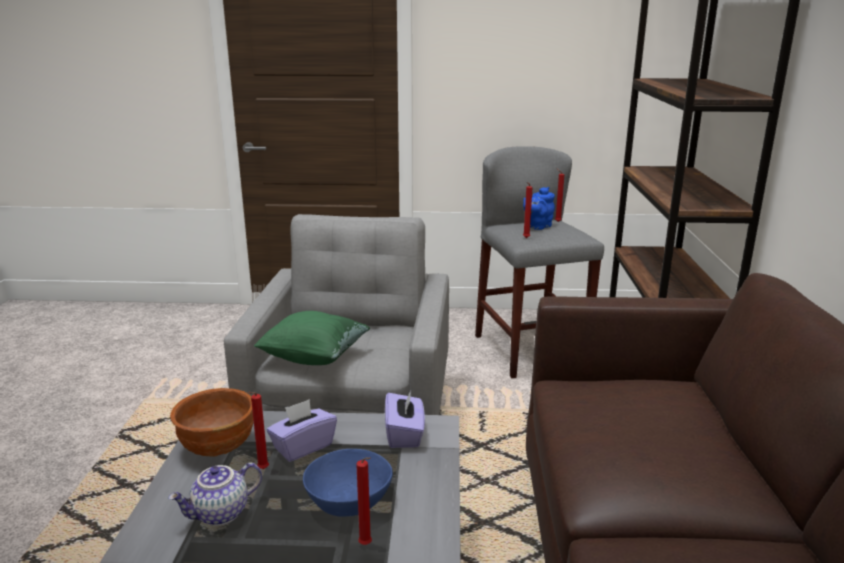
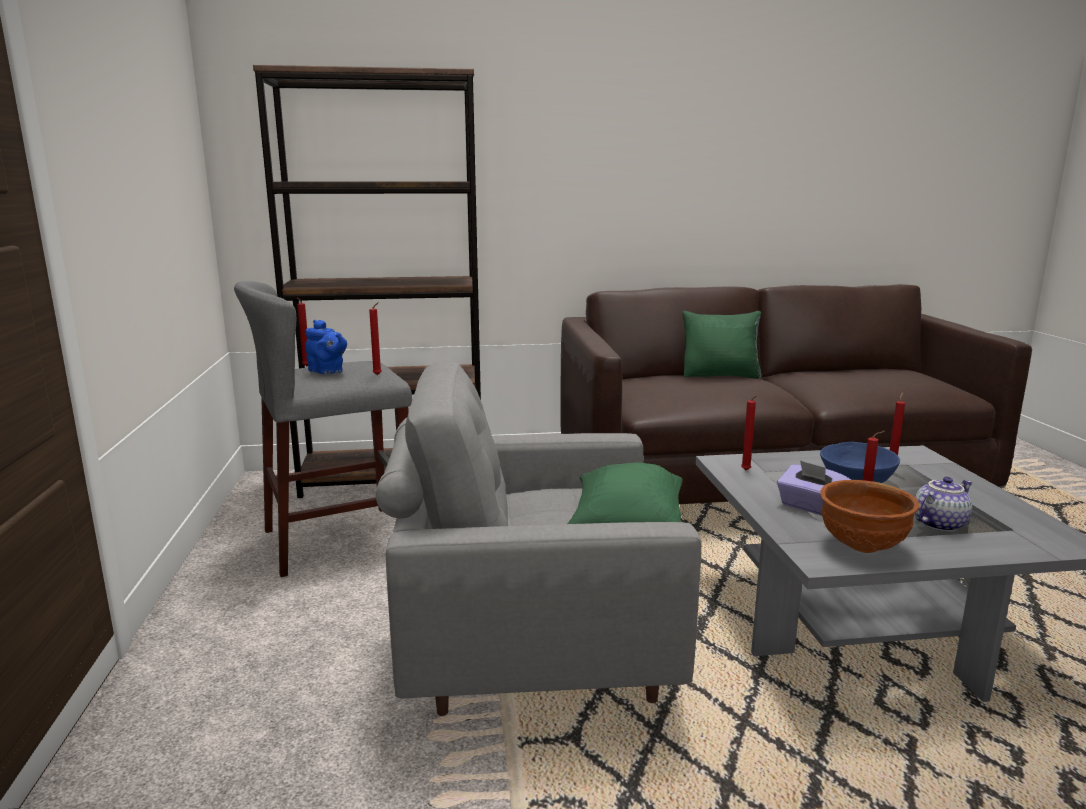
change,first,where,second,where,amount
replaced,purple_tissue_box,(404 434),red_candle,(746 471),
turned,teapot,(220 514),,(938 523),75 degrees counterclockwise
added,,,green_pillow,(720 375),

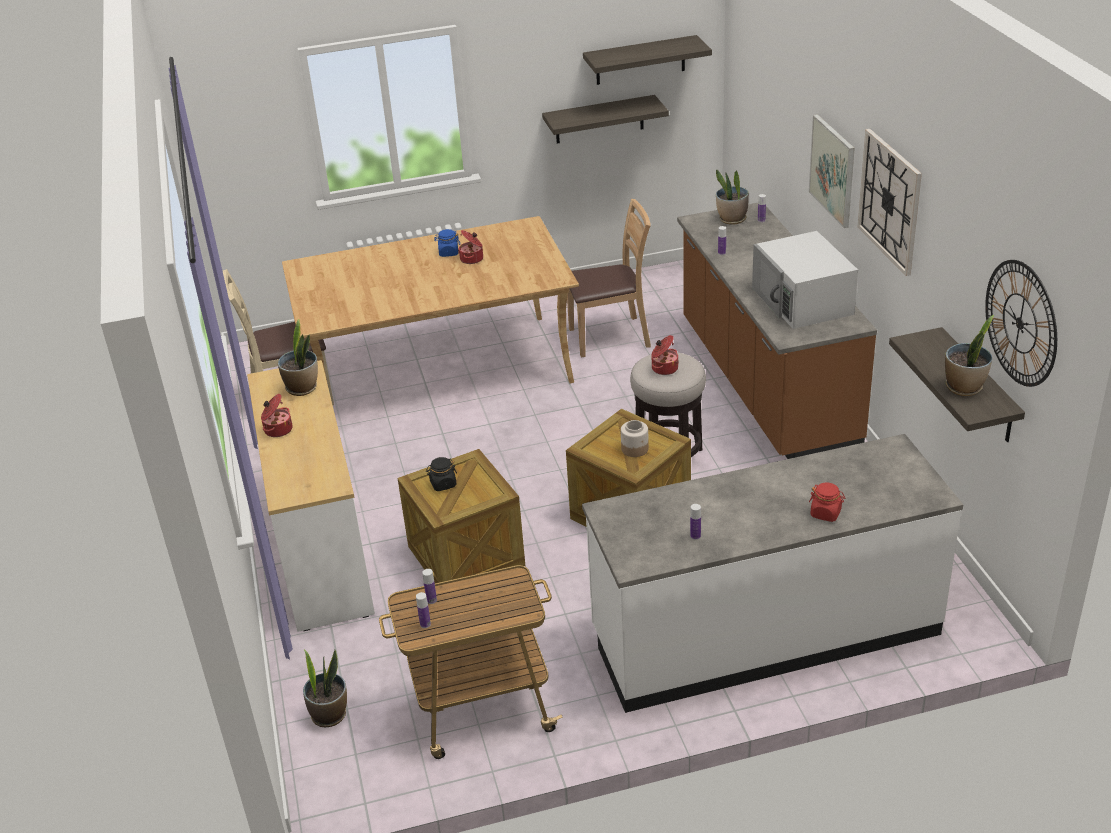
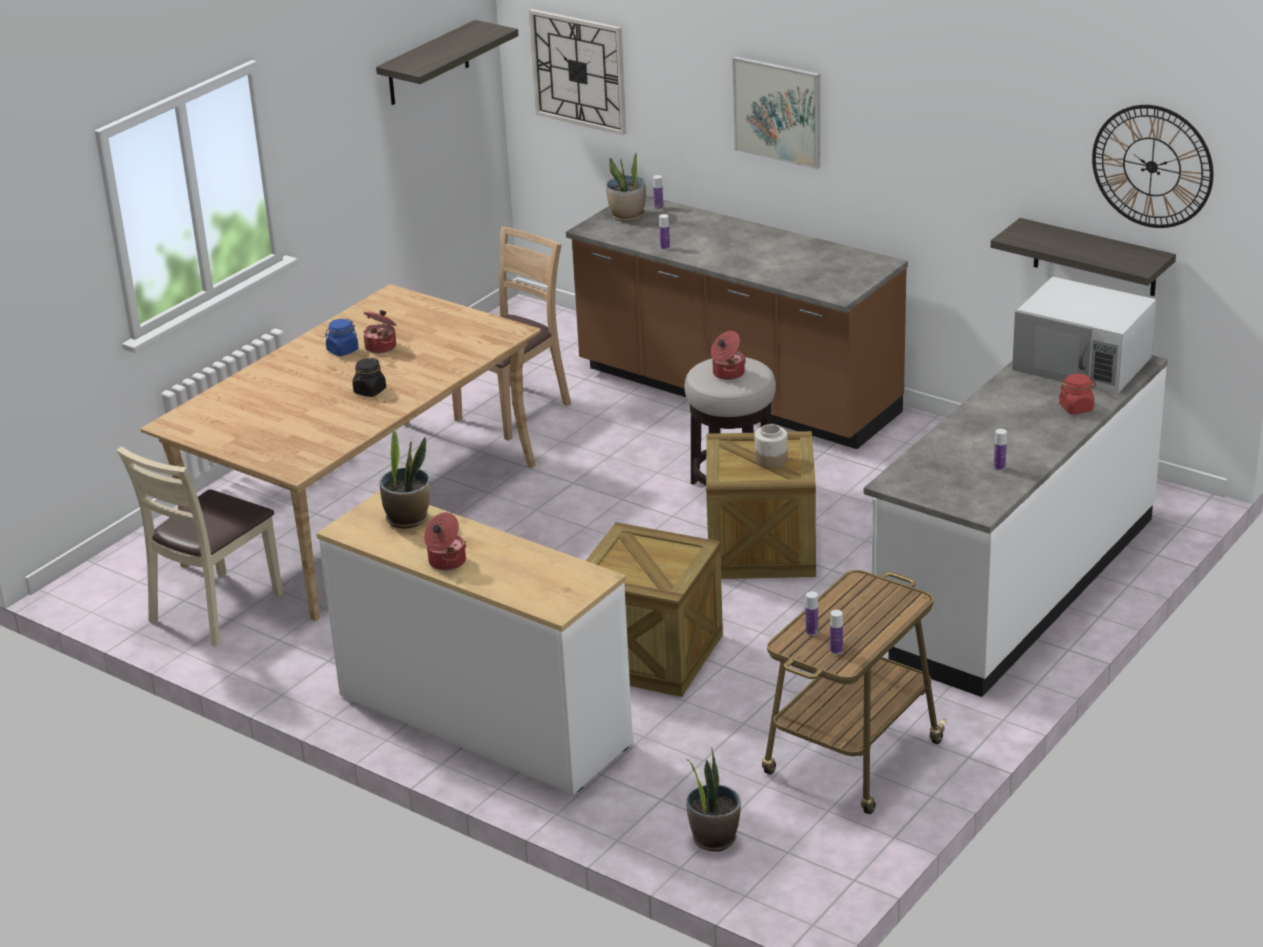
change,first,where,second,where,amount
removed,shelf,(599 119),,,
moved,wall_clock,(890 201),,(579 71),
moved,white_microwave,(803 301),,(1083 363),
removed,potted_plant,(964 387),,,
moved,black_jar,(443 484),,(369 391),

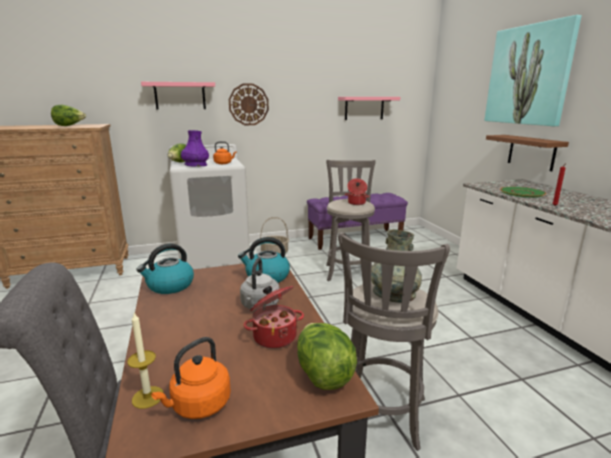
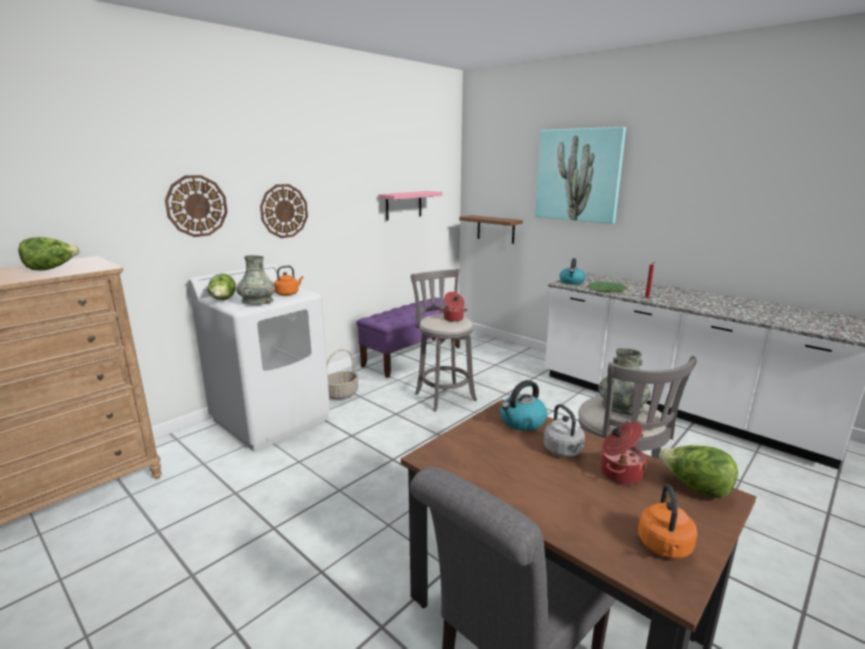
change,first,where,second,where,amount
replaced,pink_shelf,(180 96),wall_clock,(197 206),
recoloured,purple_vase,(196 165),grey_vase,(257 302),
moved,brown_shelf,(531 152),,(495 229),
moved,kettle,(170 286),,(571 282),
removed,candle,(147 397),,,

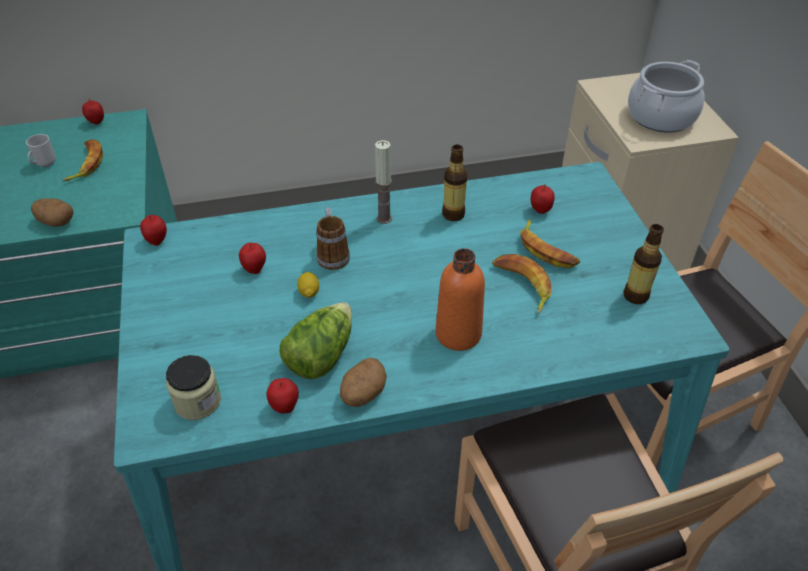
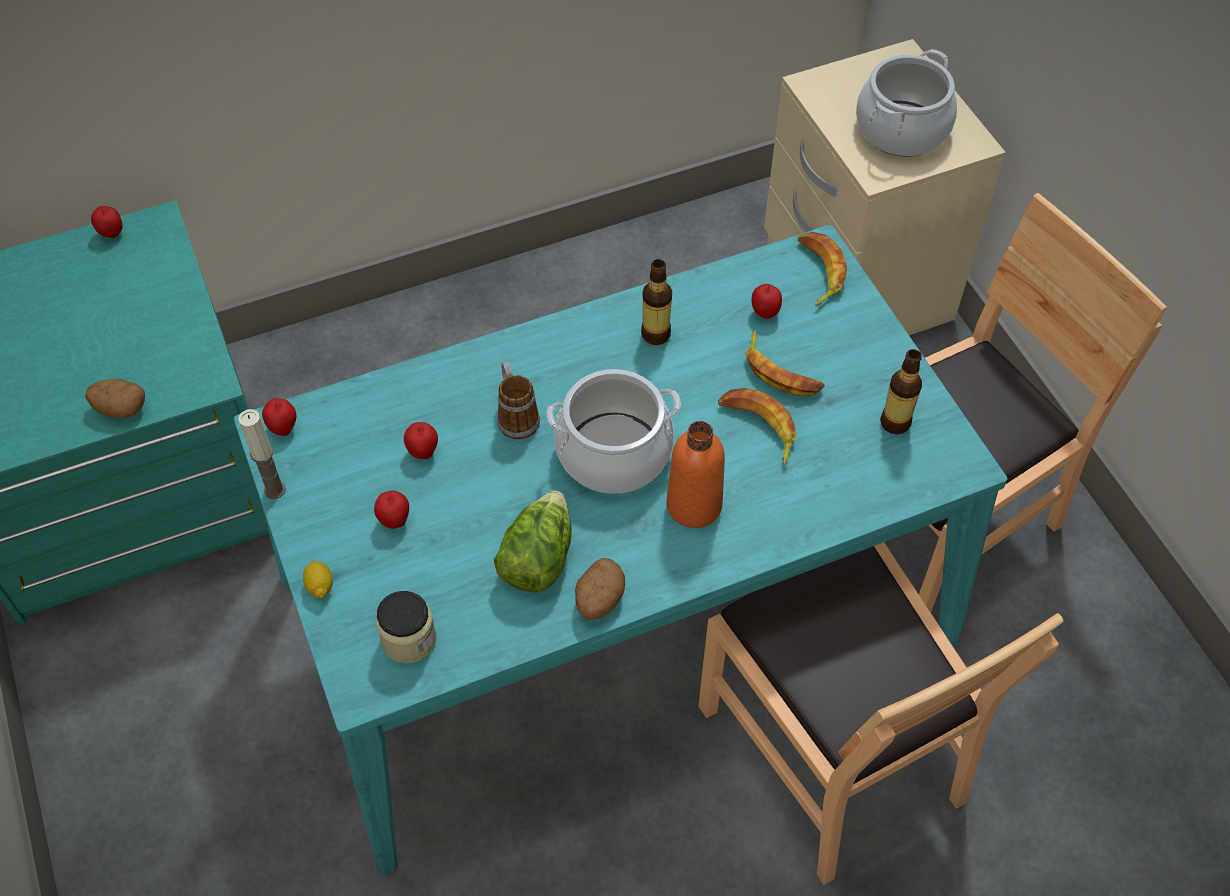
change,first,where,second,where,amount
removed,mug,(45 164),,,
moved,banana,(86 164),,(818 272),
moved,candle,(384 218),,(275 490),
moved,lemon,(309 292),,(320 586),
moved,apple,(285 407),,(394 520),
added,,,cooking_pot,(614 453),

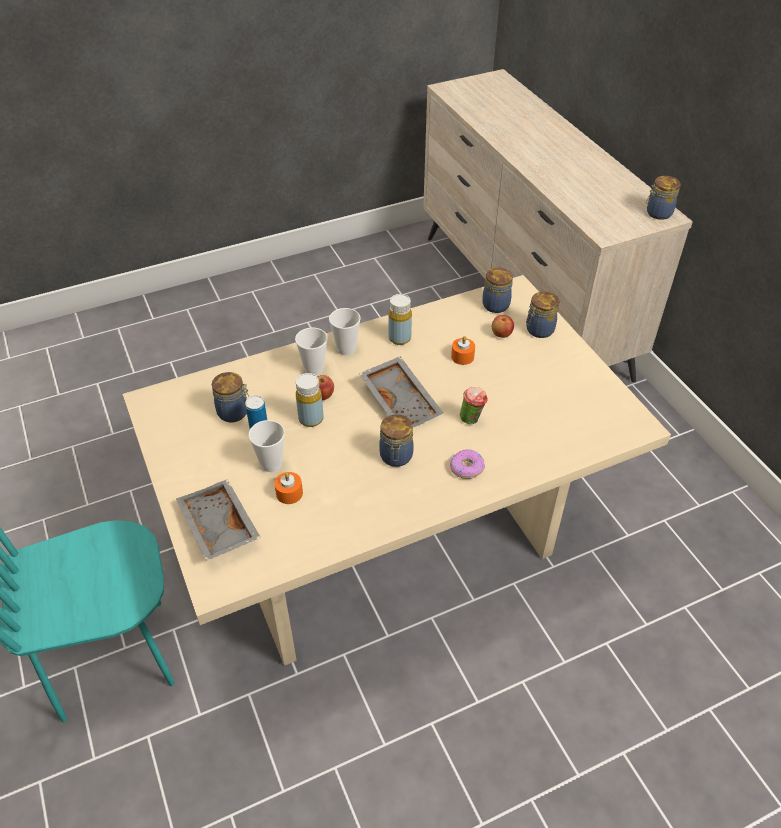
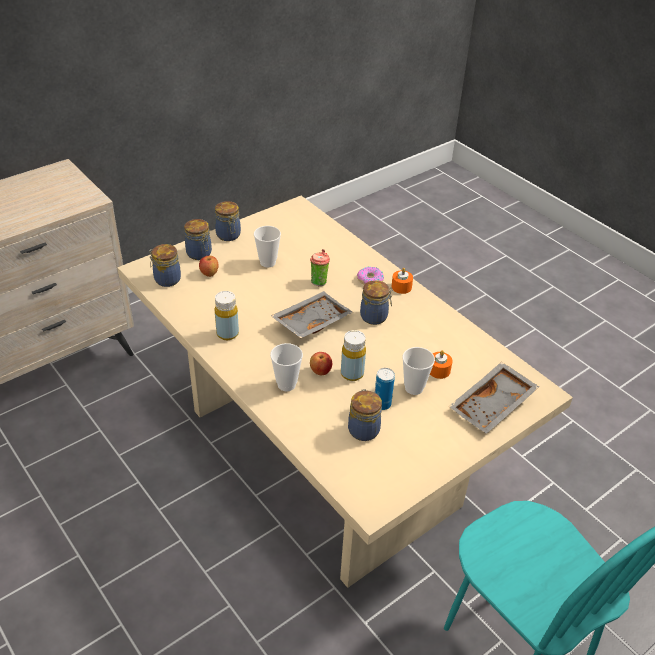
change,first,where,second,where,amount
moved,jar,(657 213),,(228 236),
moved,cup,(346 349),,(268 262),
moved,orange_candle,(462 357),,(401 287),

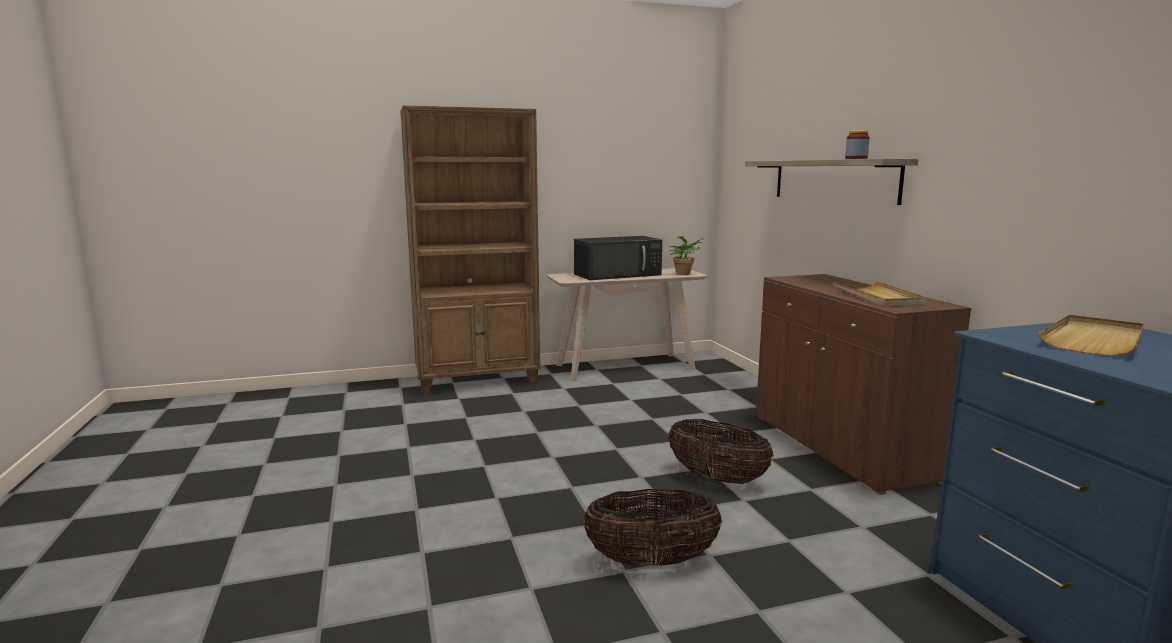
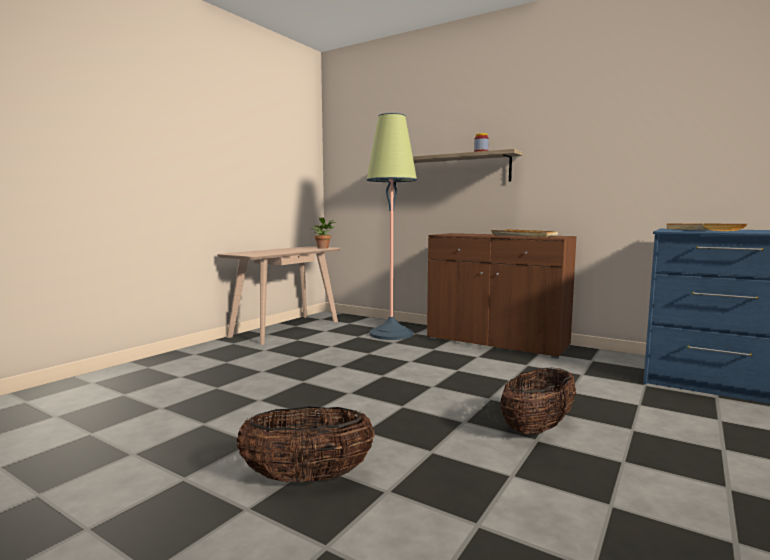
change,first,where,second,where,amount
removed,brown_bookcase,(478 380),,,
removed,black_microwave,(618 274),,,
moved,basket,(717 478),,(307 478),
added,,,floor_lamp,(391 334),

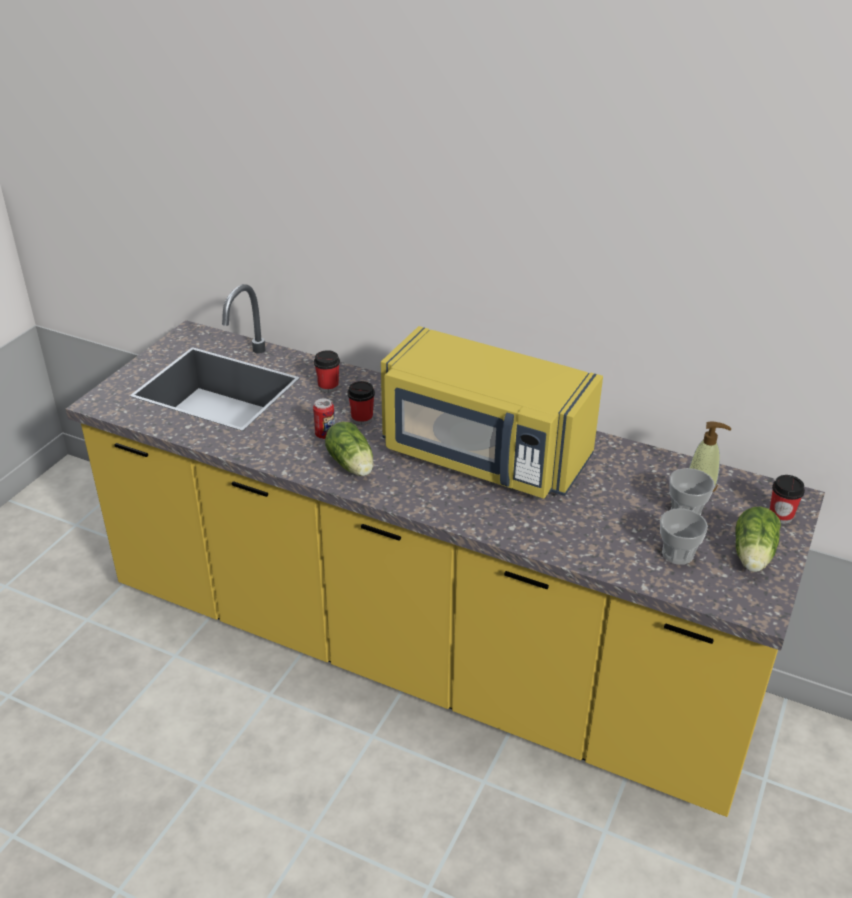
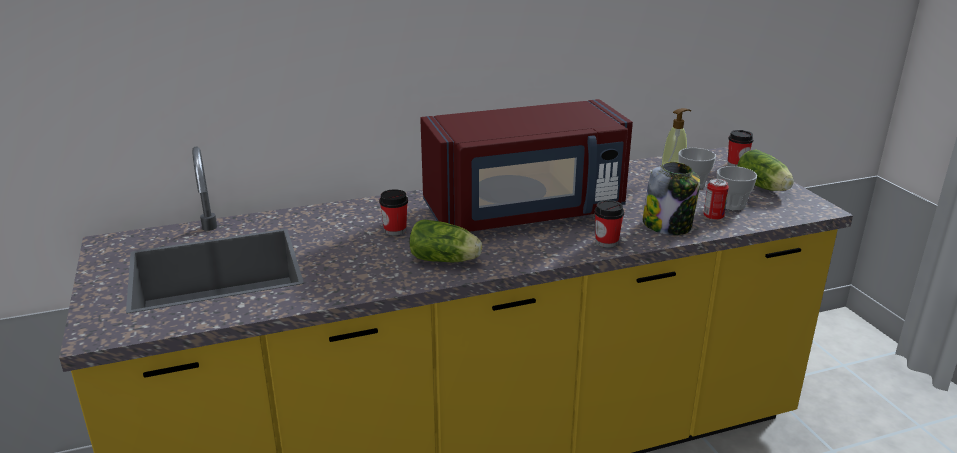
change,first,where,second,where,amount
recoloured,yellow_microwave,(483 456),red_microwave,(526 211),
moved,cup,(328 387),,(606 242),
moved,can,(325 435),,(713 217),
added,,,jar,(668 226),

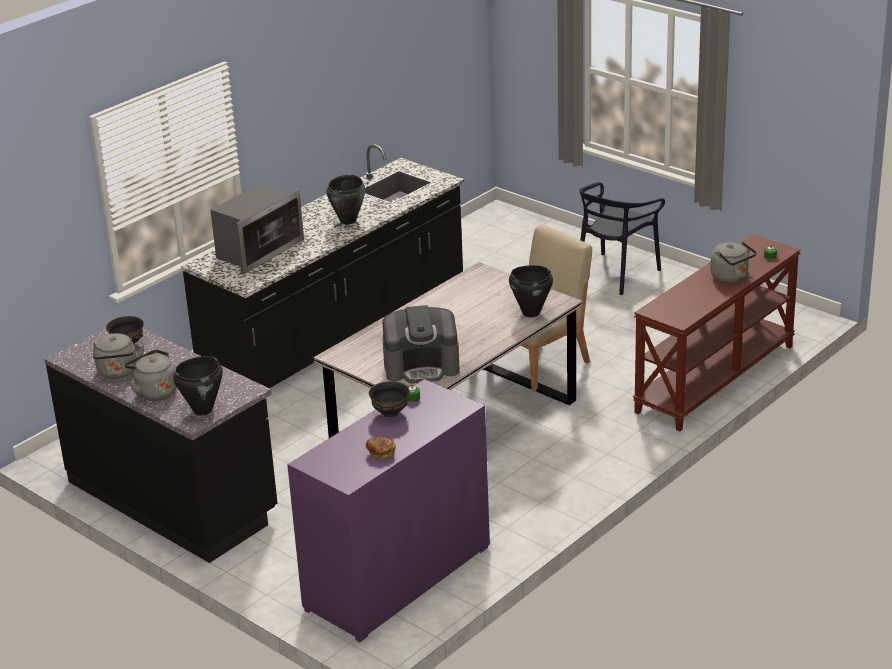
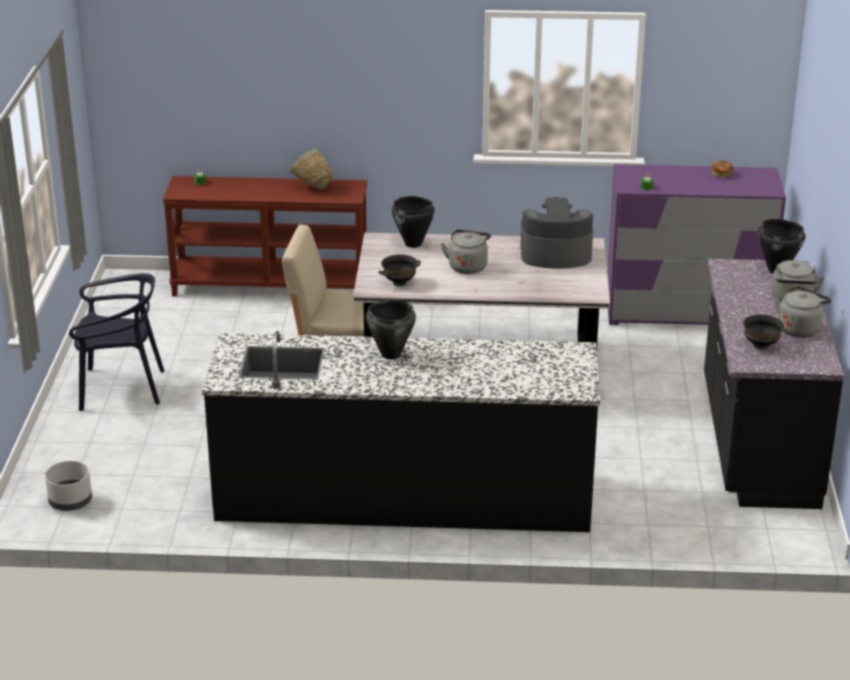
change,first,where,second,where,amount
removed,microwave,(257 250),,,
moved,grey_kettle,(731 277),,(468 266),
turned,coffee_machine,(422 367),,(555 255),45 degrees counterclockwise
moved,black_bowl,(390 413),,(399 282),
added,,,green_bowl,(311 188),
added,,,grey_planter,(70 502),

